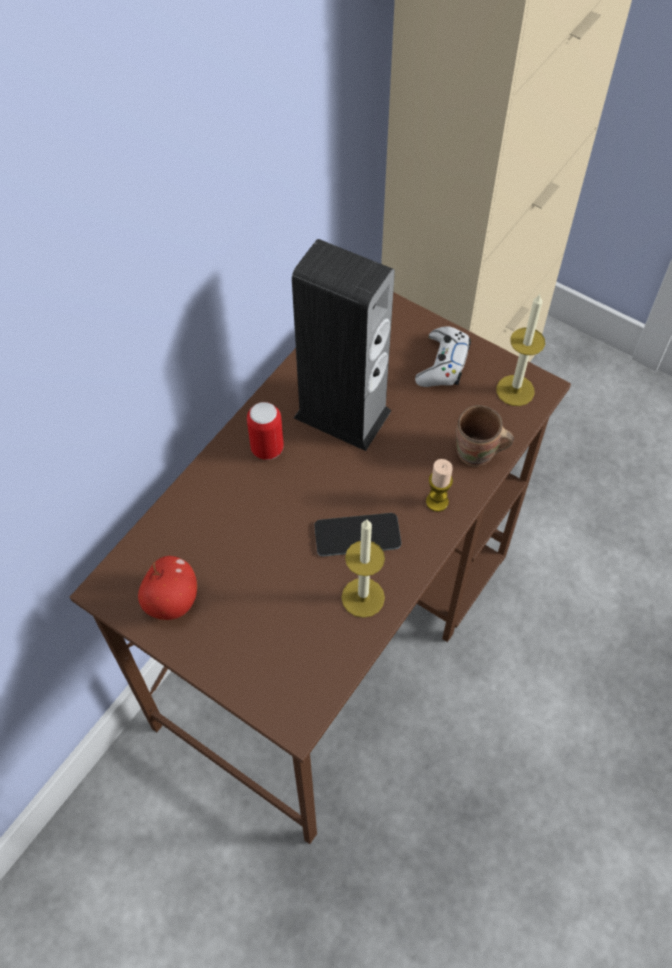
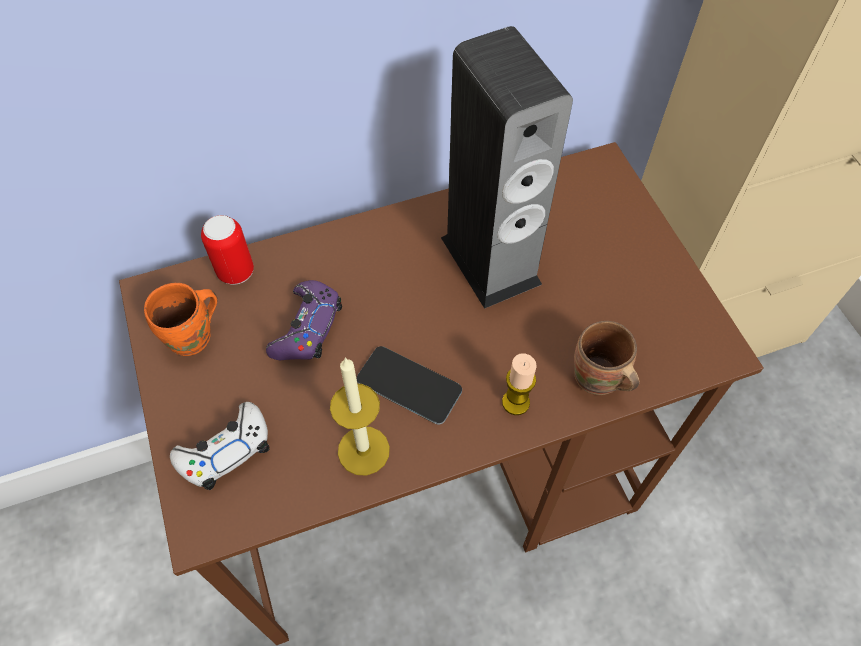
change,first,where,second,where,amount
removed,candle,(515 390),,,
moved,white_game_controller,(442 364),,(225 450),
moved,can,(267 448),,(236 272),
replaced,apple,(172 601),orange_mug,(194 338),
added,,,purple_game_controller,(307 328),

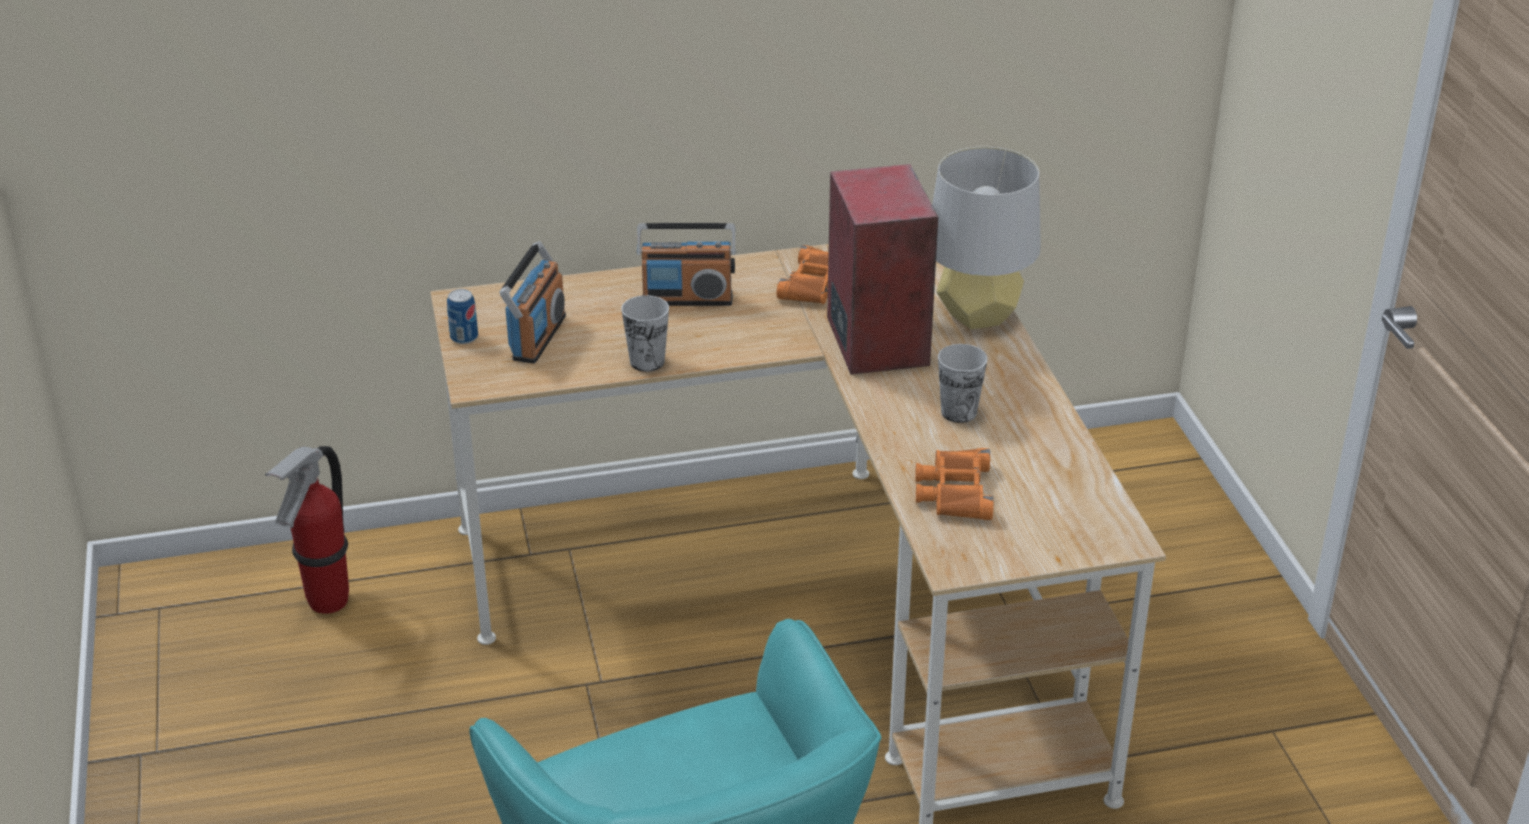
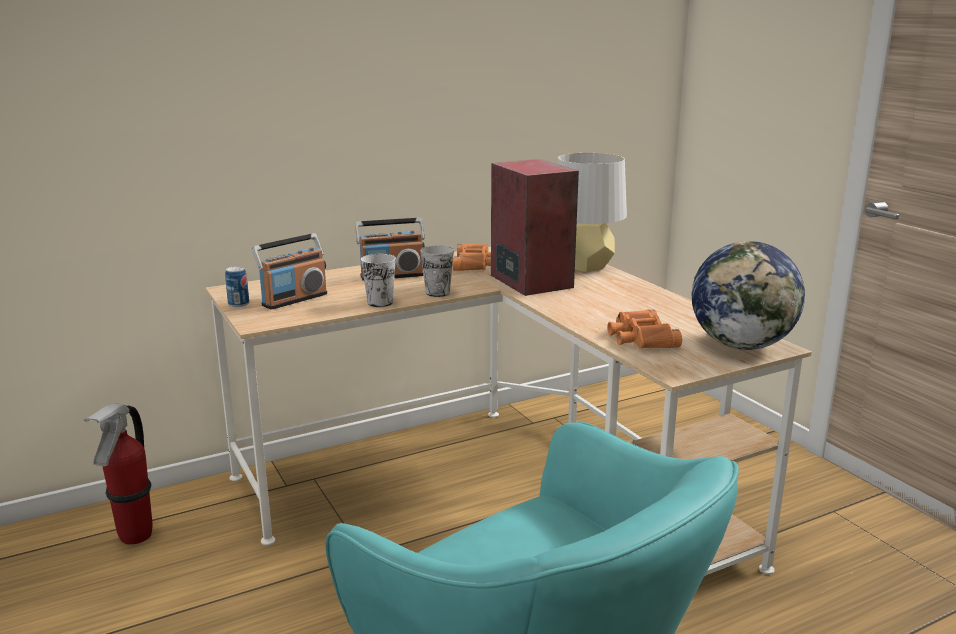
change,first,where,second,where,amount
turned,radio,(538 337),,(294 299),45 degrees clockwise
moved,cup,(958 412),,(437 293),
added,,,globe,(742 345),

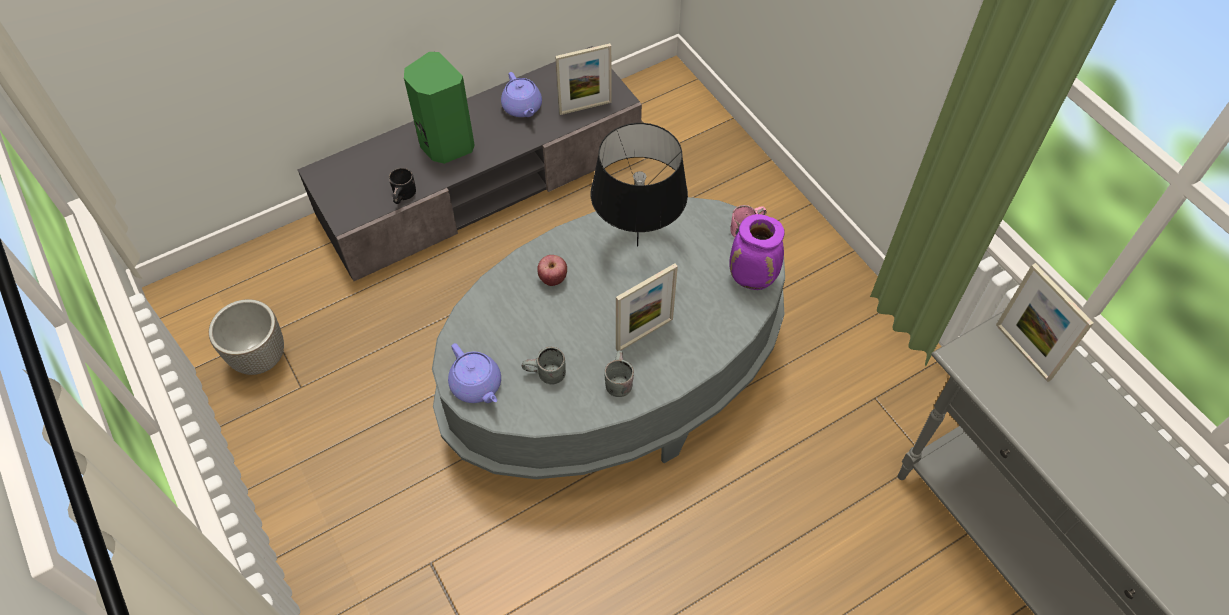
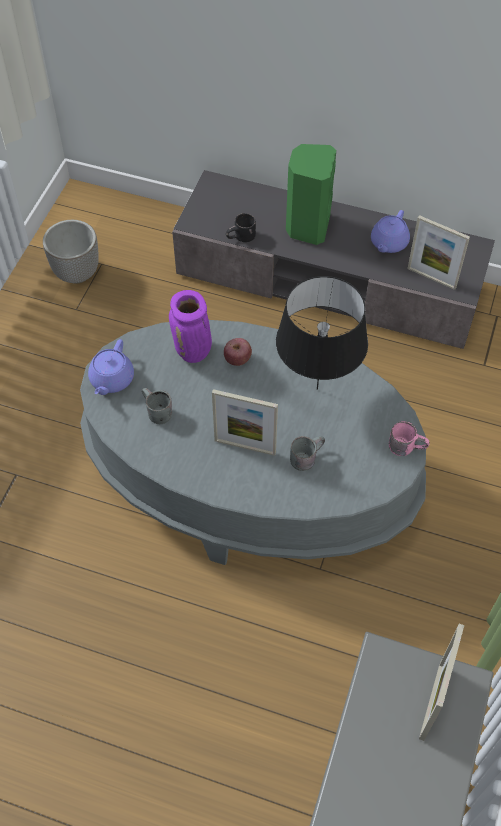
change,first,where,second,where,amount
moved,purple_vase,(753 279),,(193 352),
moved,grey_mug,(616 380),,(305 456),

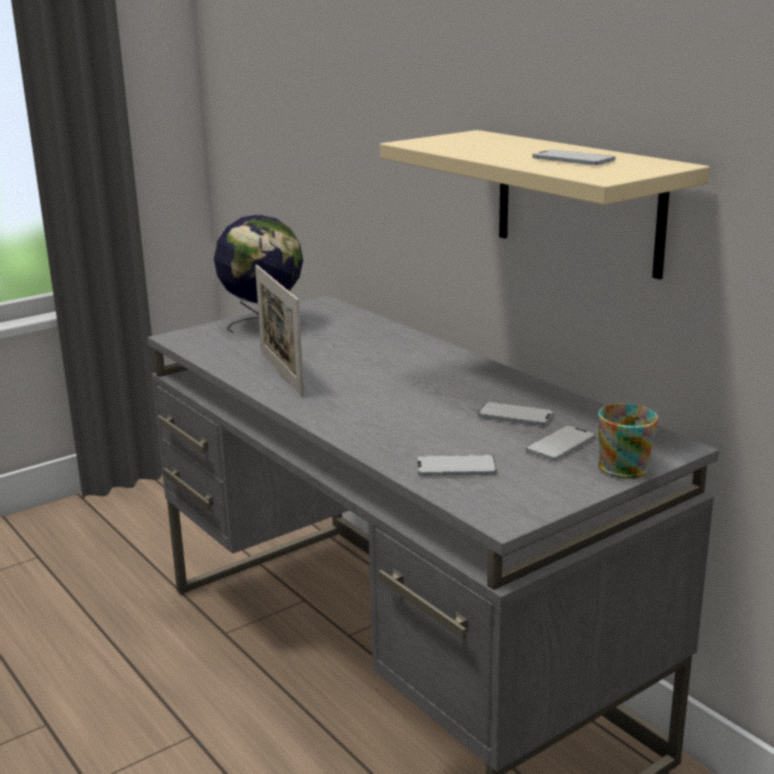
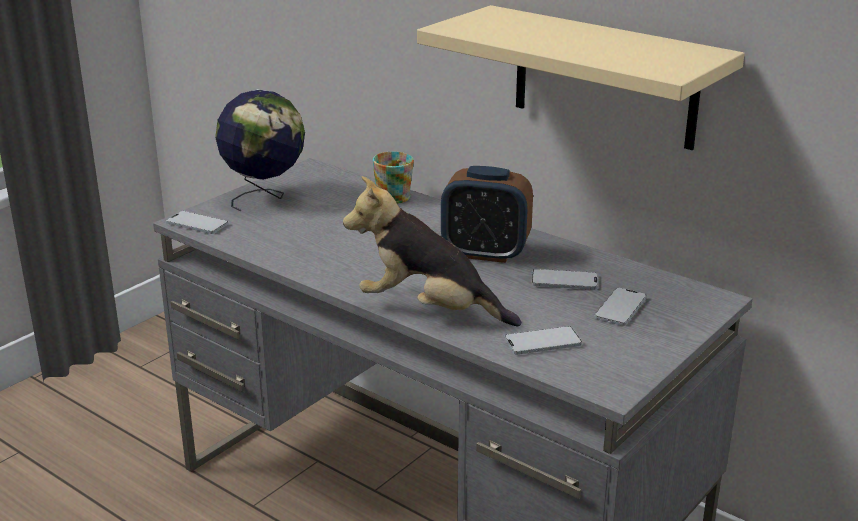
change,first,where,second,where,amount
moved,phone,(573 160),,(197 224),
removed,picture_frame,(281 373),,,
moved,mug,(627 465),,(395 195),
added,,,alarm_clock,(485 253),
added,,,plush_toy,(428 310),

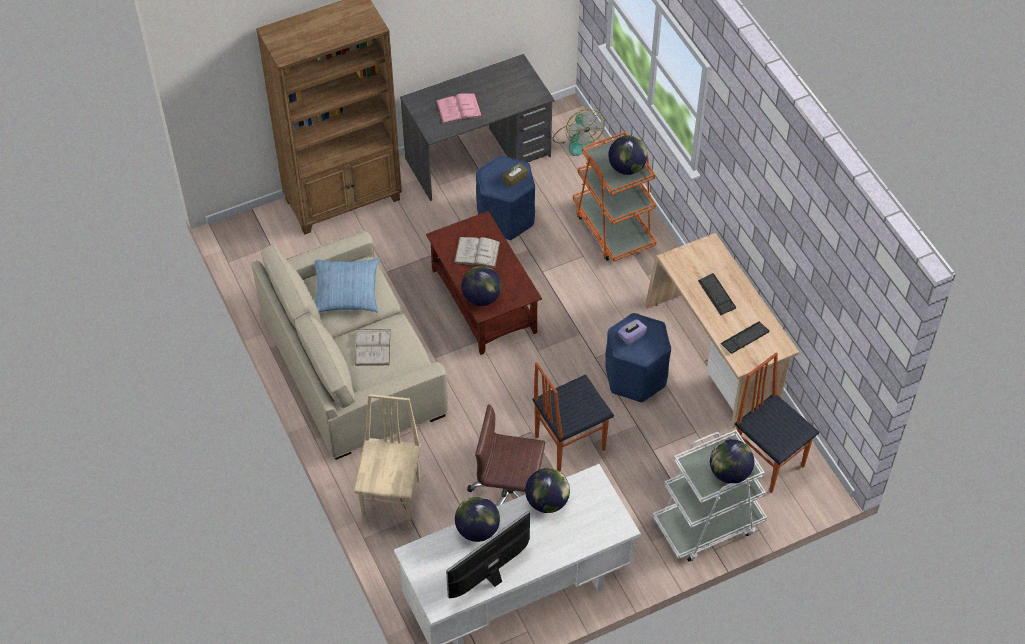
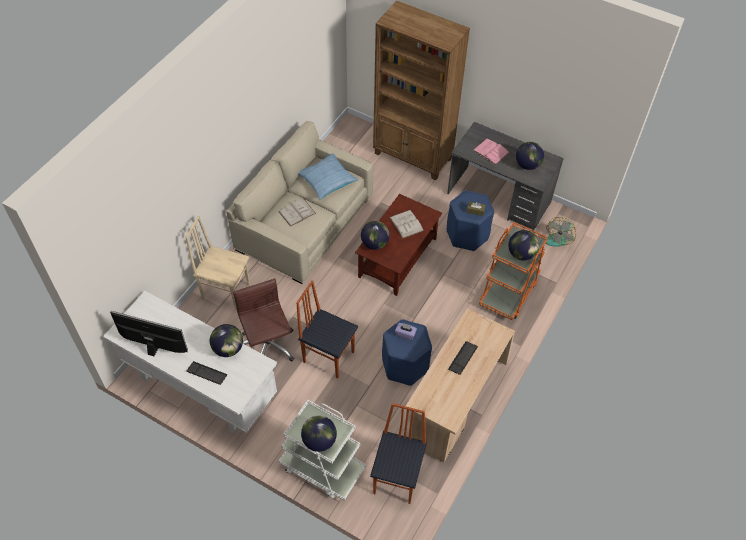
change,first,where,second,where,amount
moved,keyboard,(745 338),,(207 373),
turned,beige_chair,(393 500),,(226 291),135 degrees counterclockwise
moved,globe,(477 530),,(527 165),

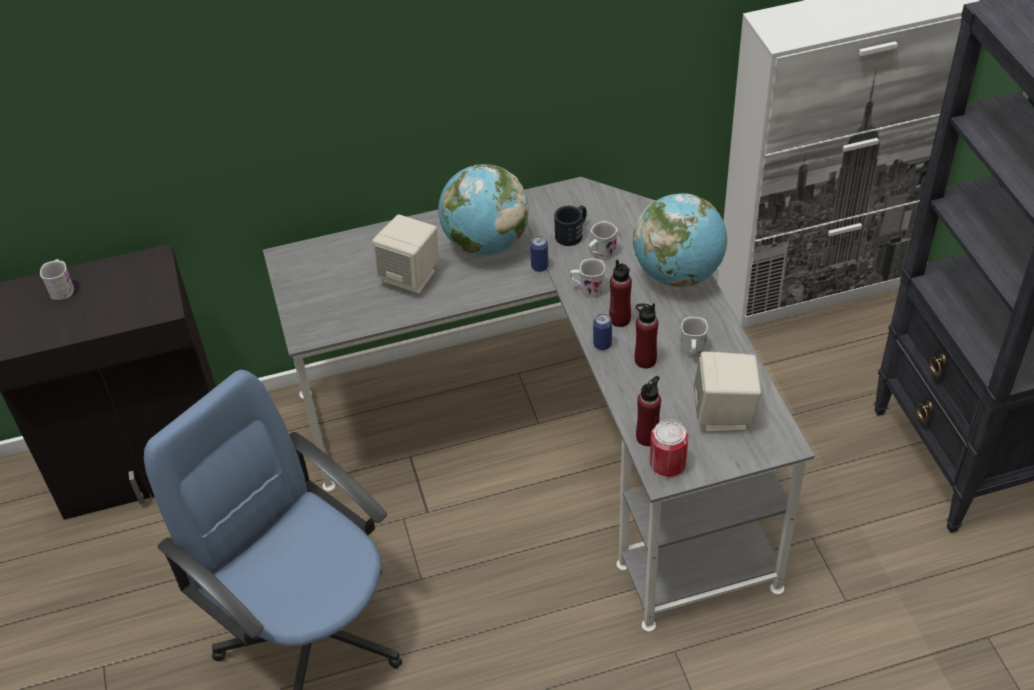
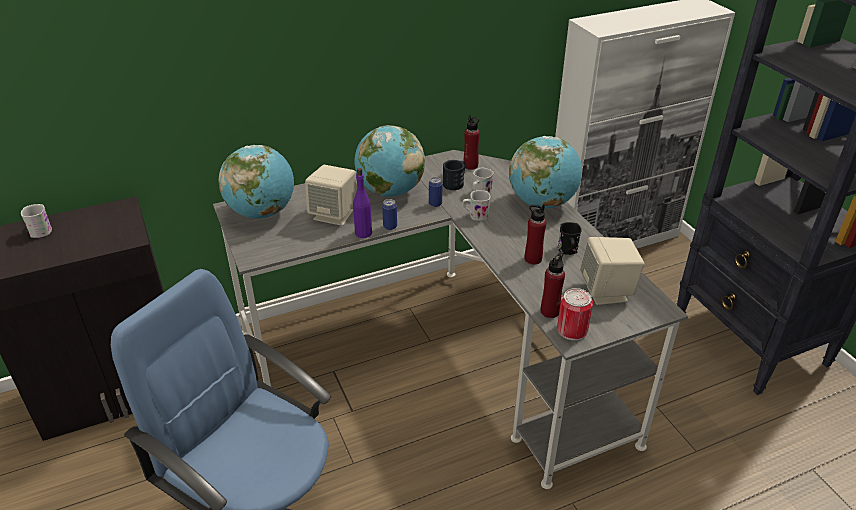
change,first,where,second,where,amount
moved,red_bottle,(620 319),,(470 165),
moved,can,(602 344),,(390 226),
recoloured,white_mug,(692 351),black_mug,(568 251),
added,,,globe,(262 212),
added,,,purple_bottle,(363 233),

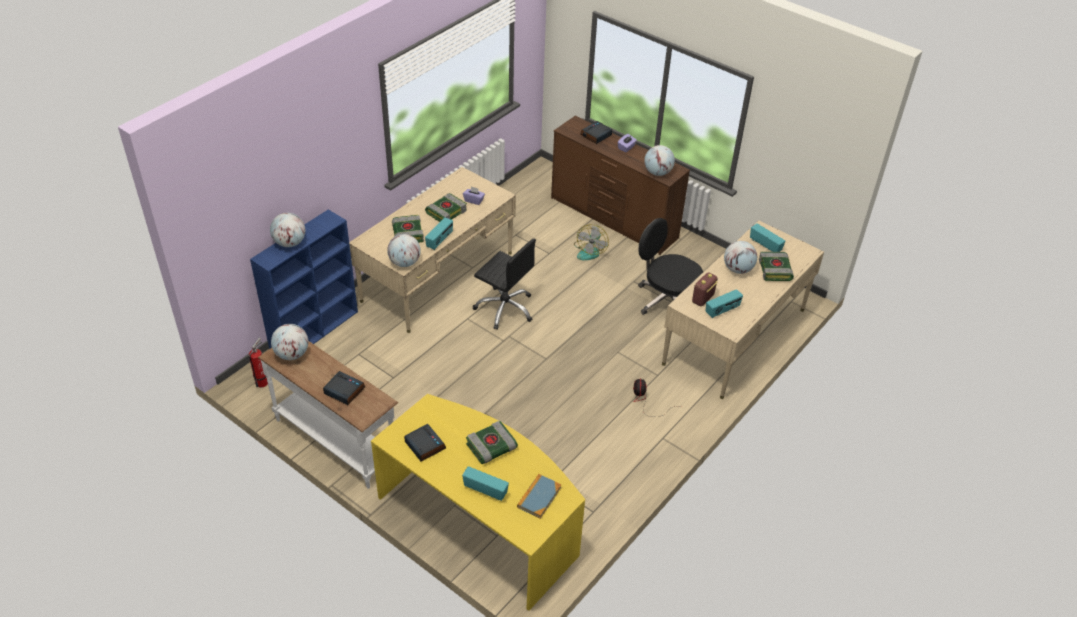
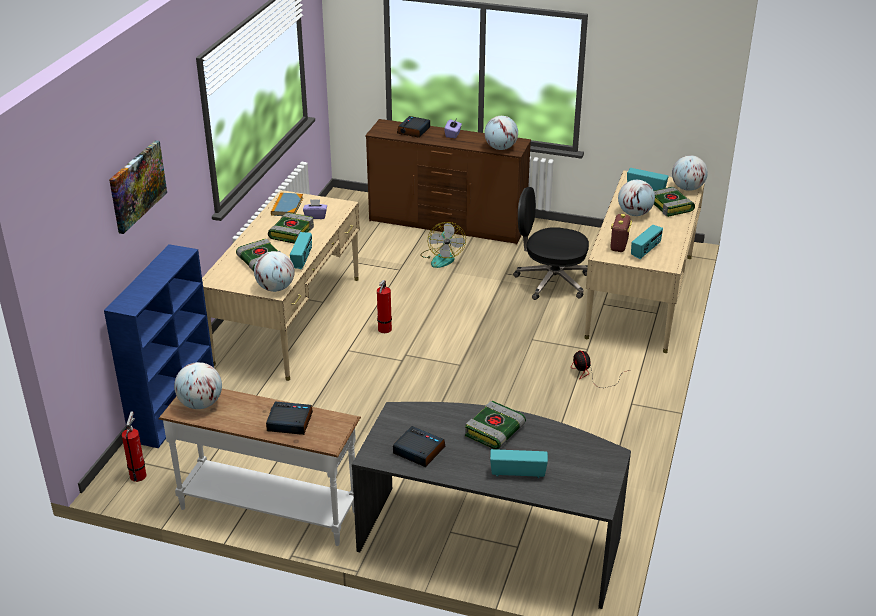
change,first,where,second,where,amount
moved,globe,(290 243),,(687 188),
replaced,black_office_chair,(505 308),fire_extinguisher,(384 330),
recoloured,yellow_desk,(481 522),grey_desk,(491 539),
moved,book,(539 497),,(287 206),
added,,,picture,(137 186),

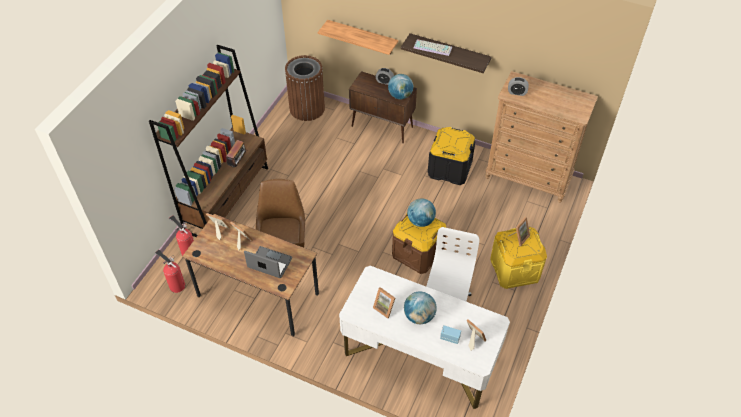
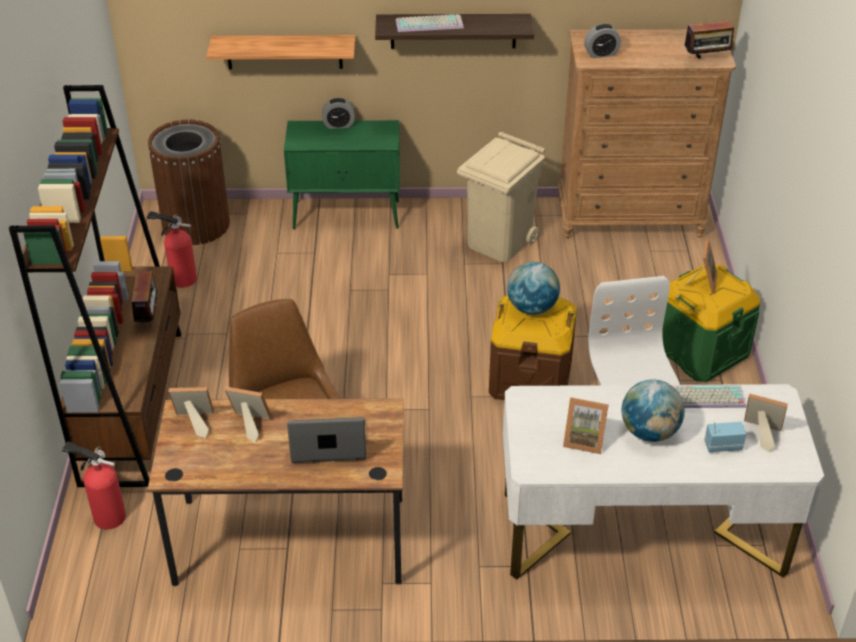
change,first,where,second,where,amount
recoloured,brown_cabinet,(382 127),green_cabinet,(347 215),
removed,globe,(400 96),,,
replaced,black_storage_box,(450 169),beige_trash_can,(499 242),
recoloured,yellow_storage_box,(514 269),green_storage_box,(699 350),
moved,fire_extinguisher,(176 285),,(180 278),
added,,,radio,(707 59),
added,,,keyboard,(701 398),

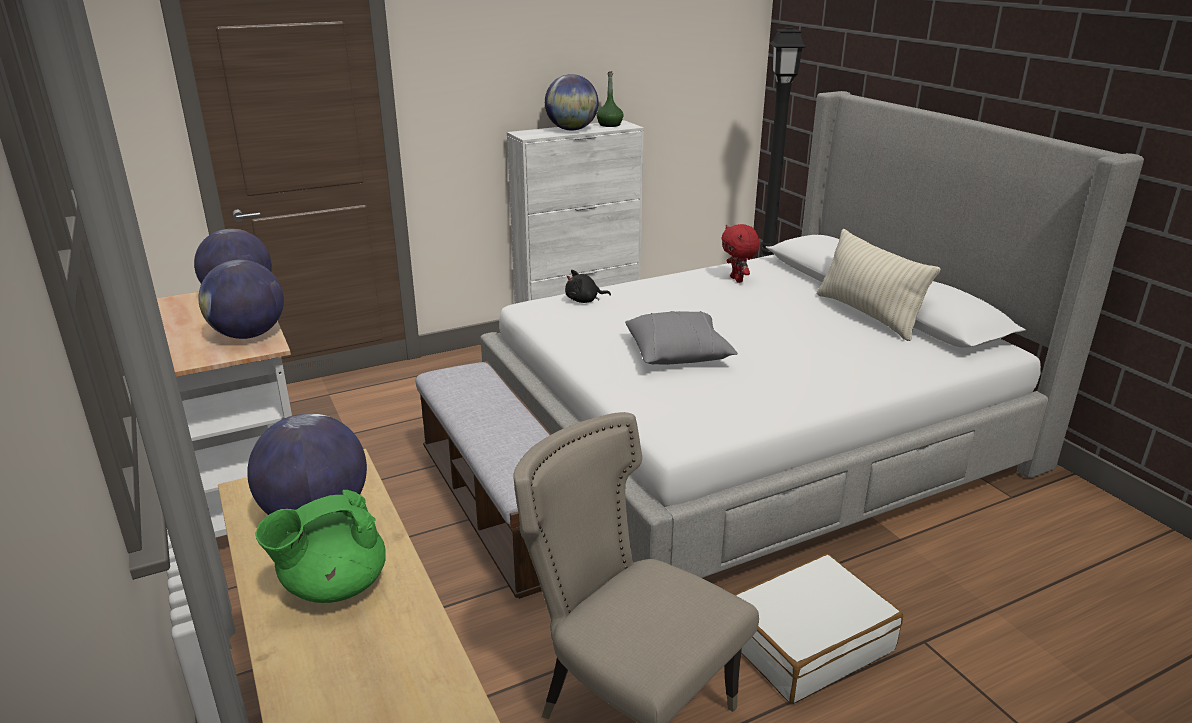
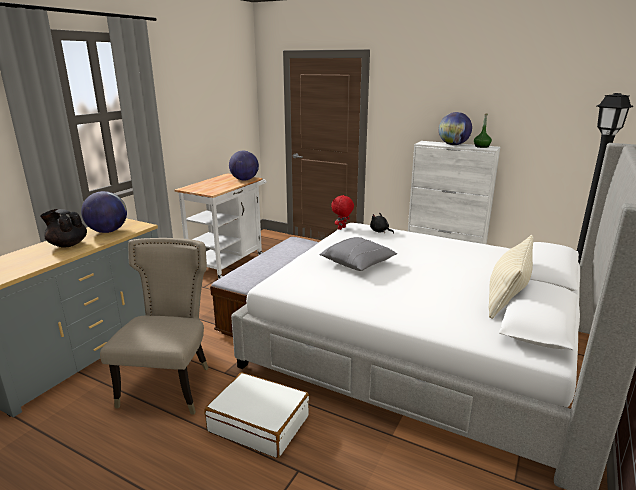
change,first,where,second,where,amount
moved,red_plush_toy,(737 280),,(342 228),
removed,globe,(248 335),,,
recoloured,green_teapot,(333 586),black_teapot,(67 244),

